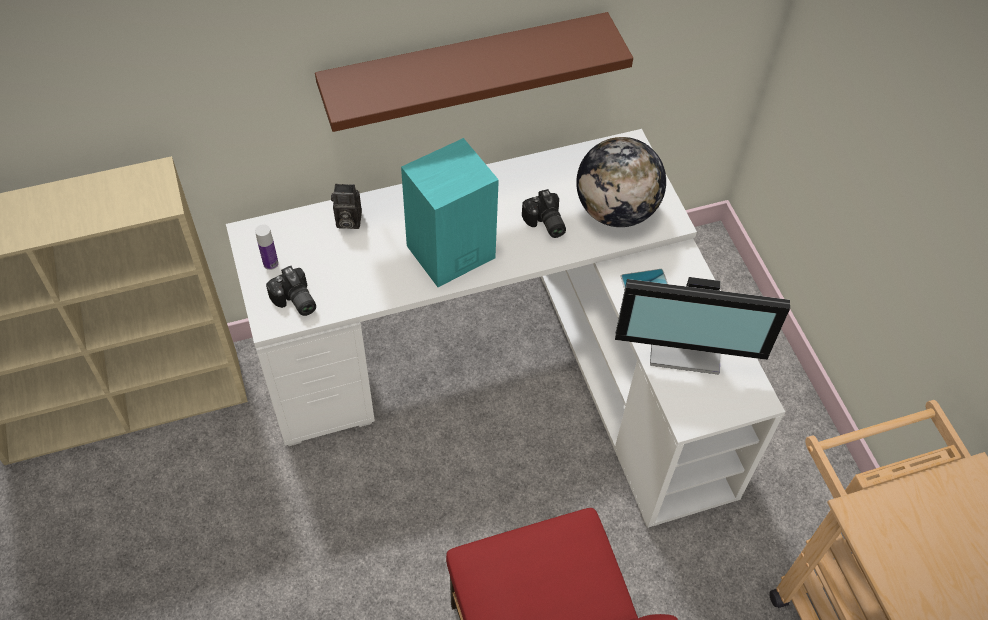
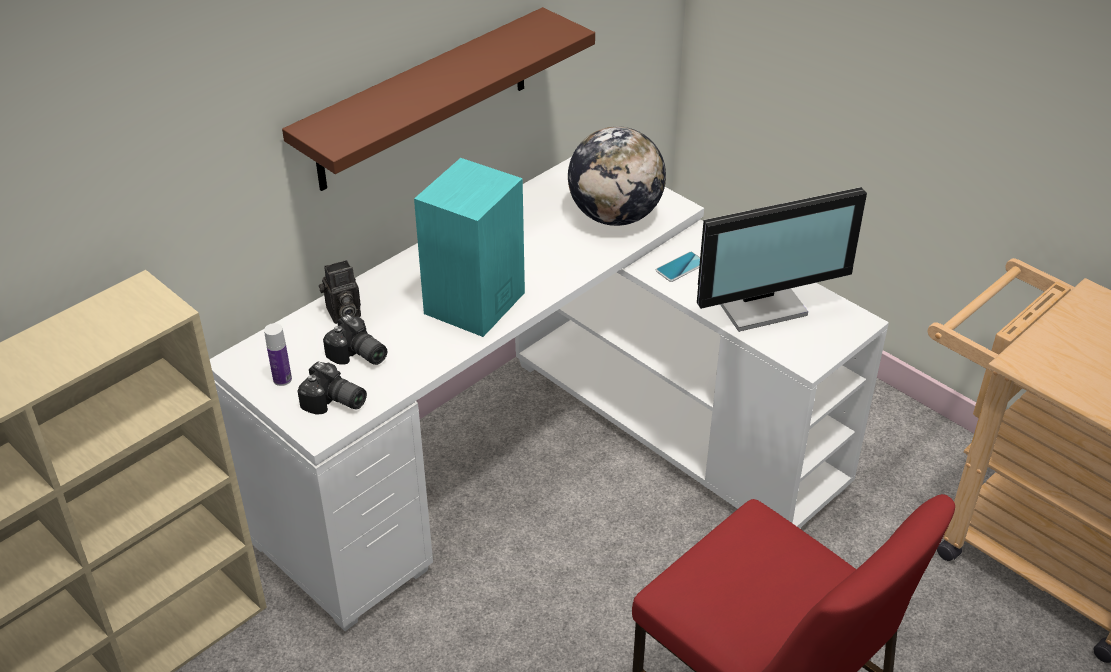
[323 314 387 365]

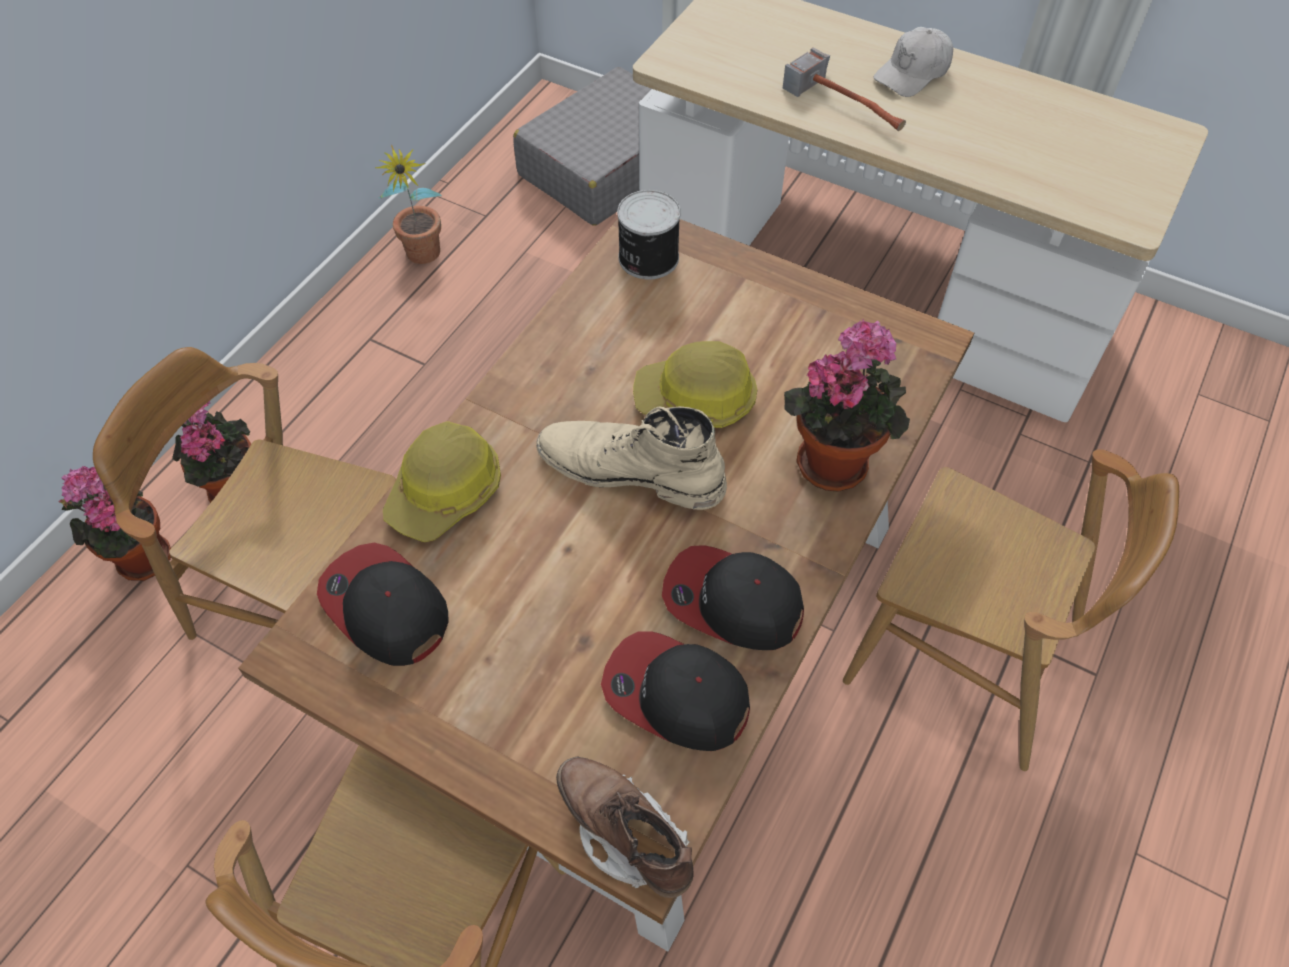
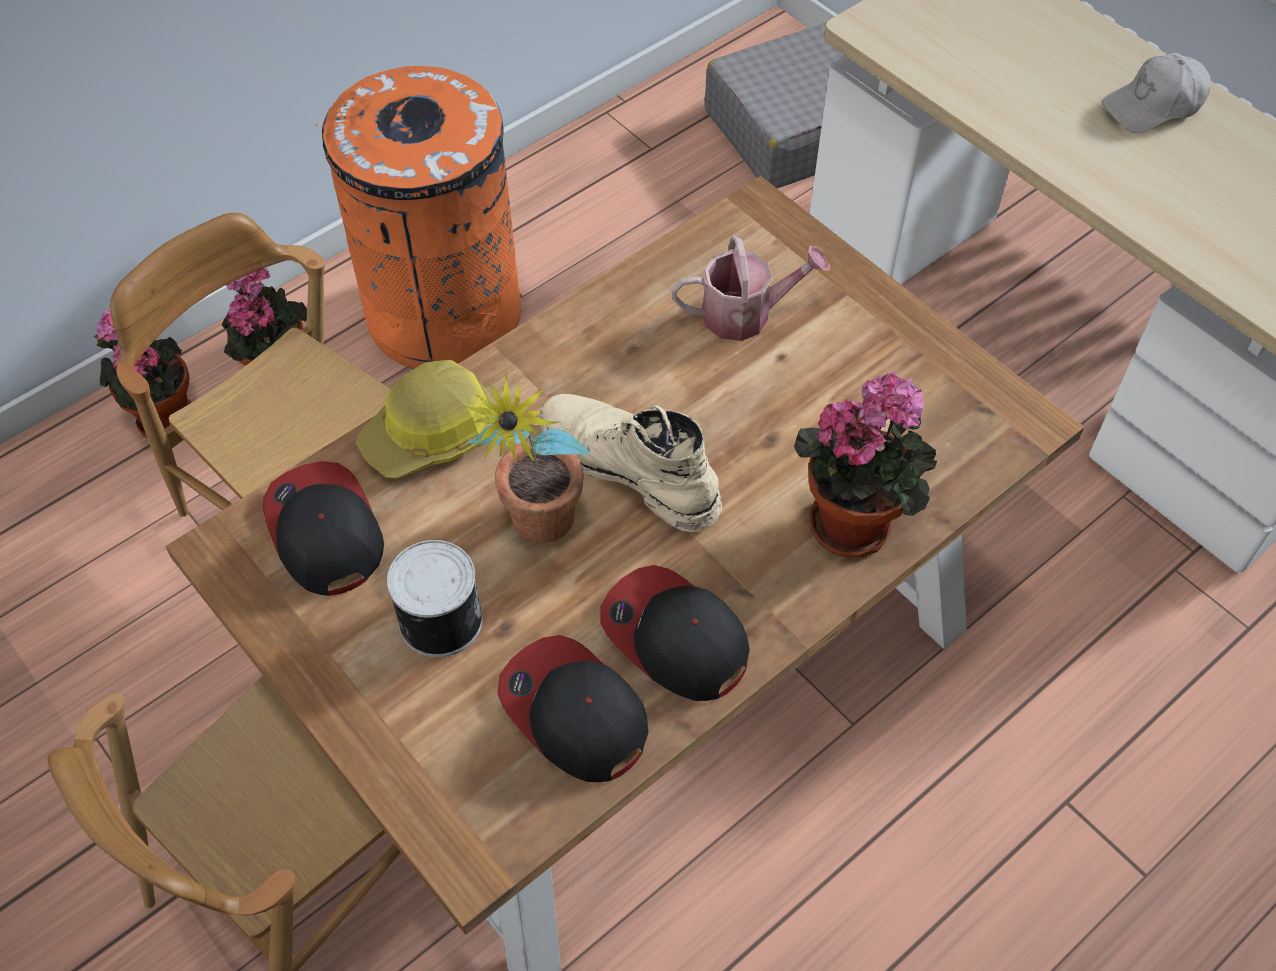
[464 371 590 543]
[556 756 693 898] (first image)
[387 540 483 657]
[633 341 757 428] (first image)
[783 47 906 131] (first image)
[843 449 1179 771] (first image)
[315 66 521 369]
[672 236 830 341]

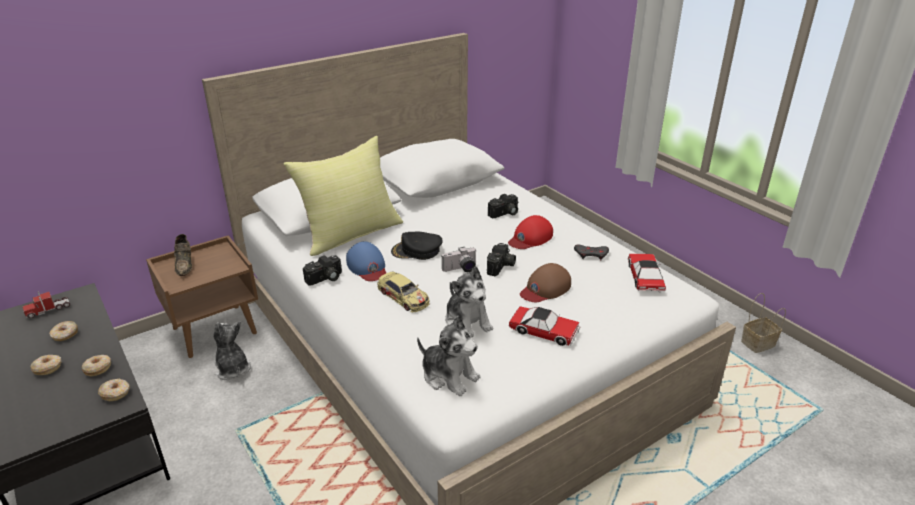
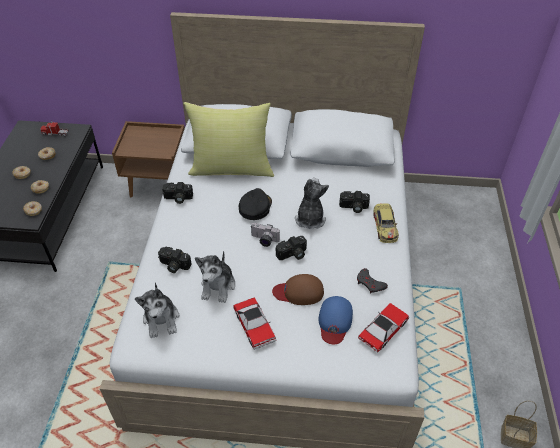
[174 234 192 276] (first image)
[295 178 329 229]
[319 296 353 344]
[373 203 399 243]
[239 188 272 220]
[508 215 553 249] (first image)
[158 247 192 273]

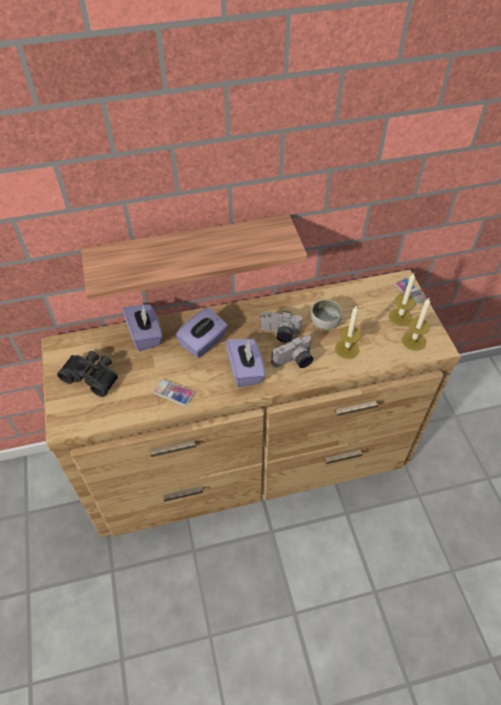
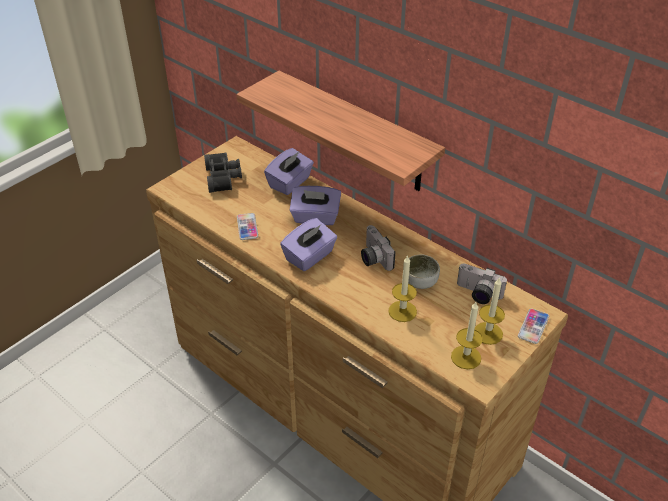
[457 263 507 304]

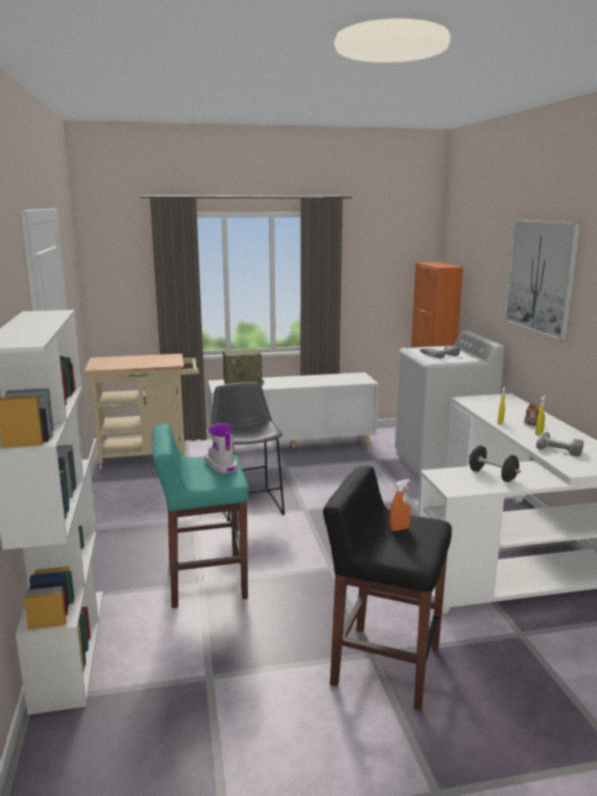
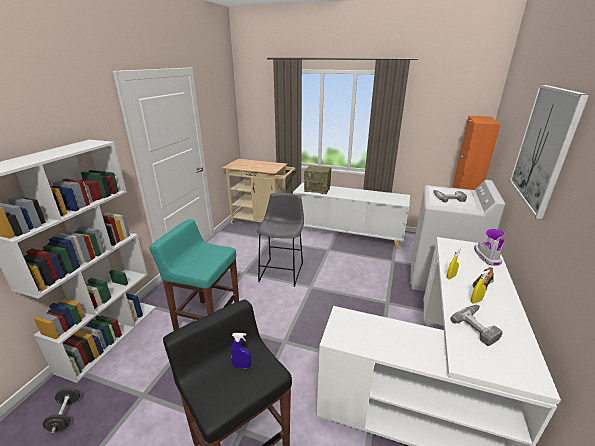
[474 229 504 266]
[231 333 251 368]
[43 388 80 433]

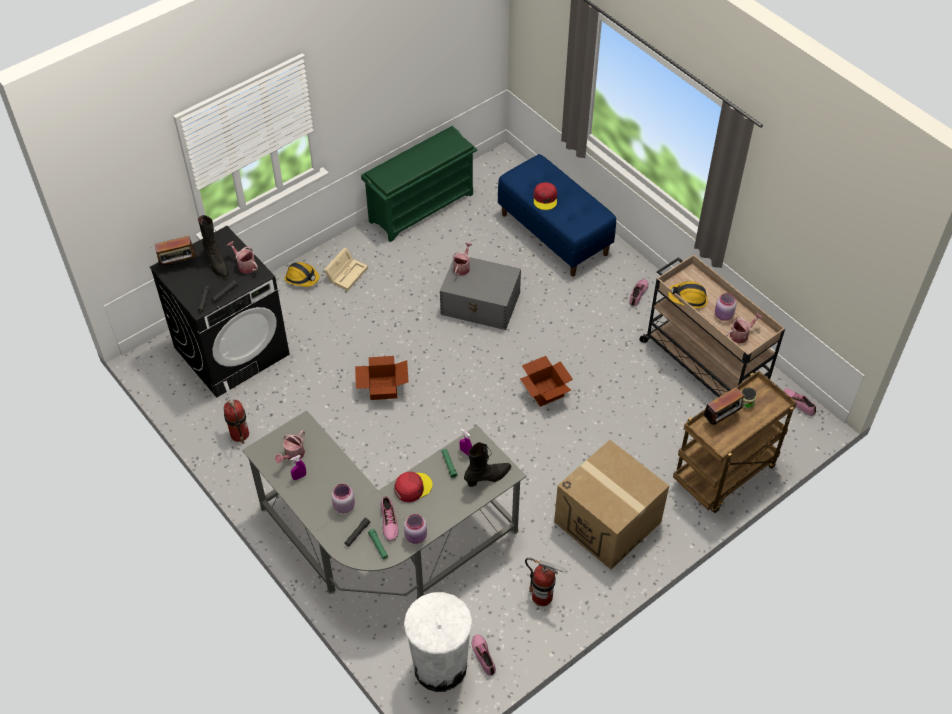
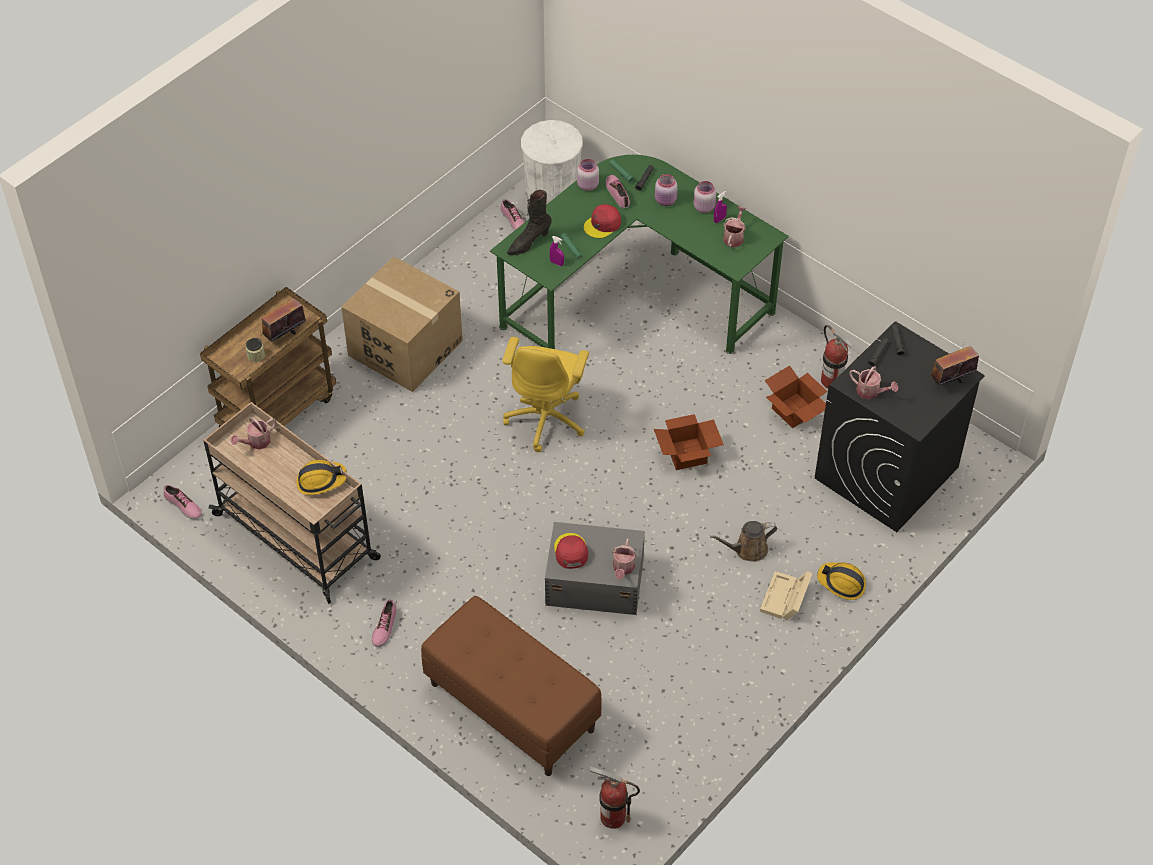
[198 215 229 278] (first image)
[490 155 789 354]
[361 126 477 242] (first image)
[421 596 602 776]
[765 365 828 428]
[589 766 640 829]
[554 533 588 569]
[693 181 716 213]
[503 337 589 452]
[710 521 777 562]

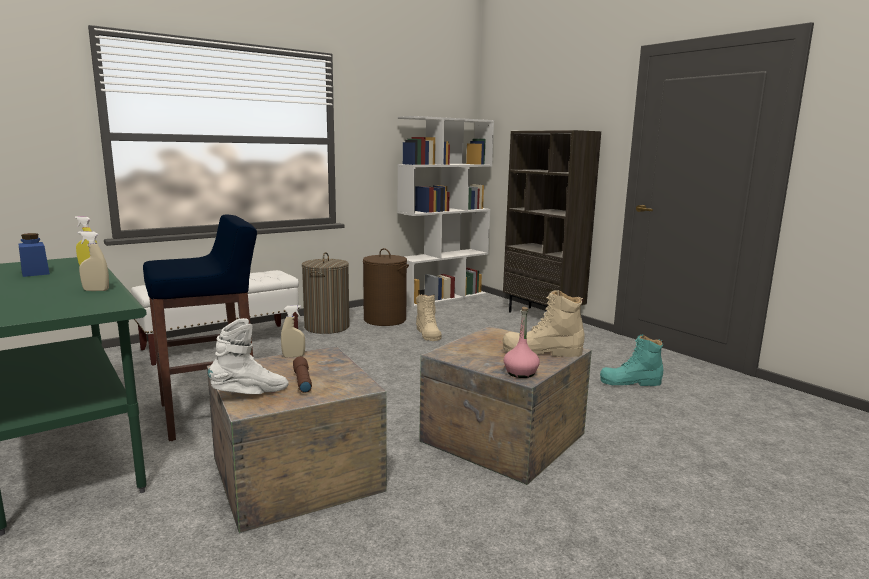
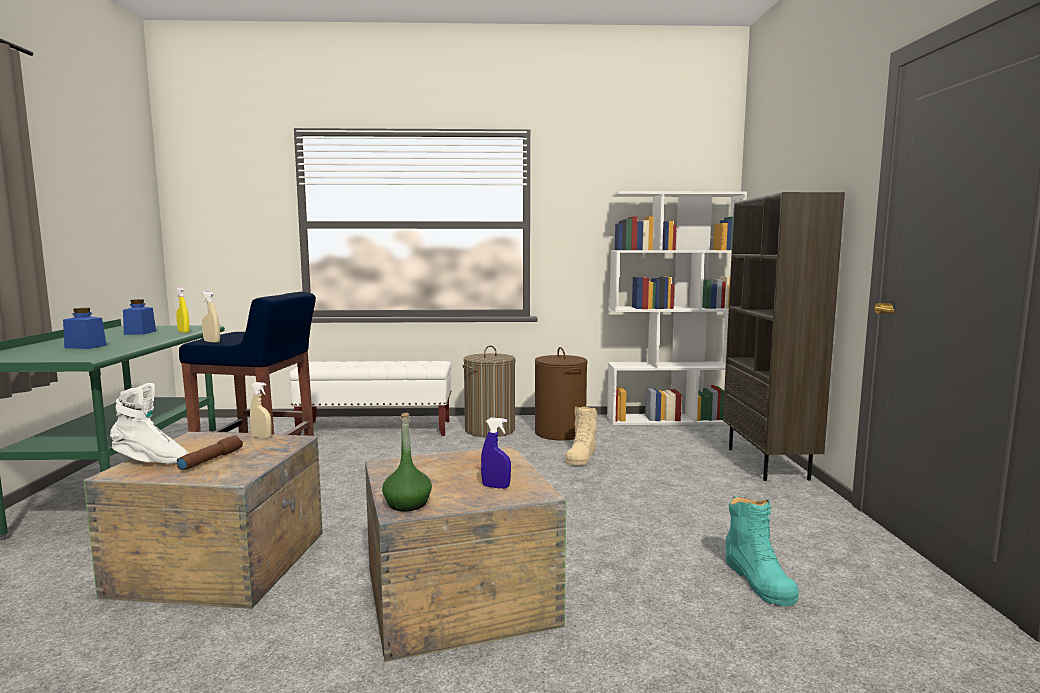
[202 291 220 343]
[481 418 511 489]
[382 413 432 511]
[726 496 799 606]
[63 308 107 349]

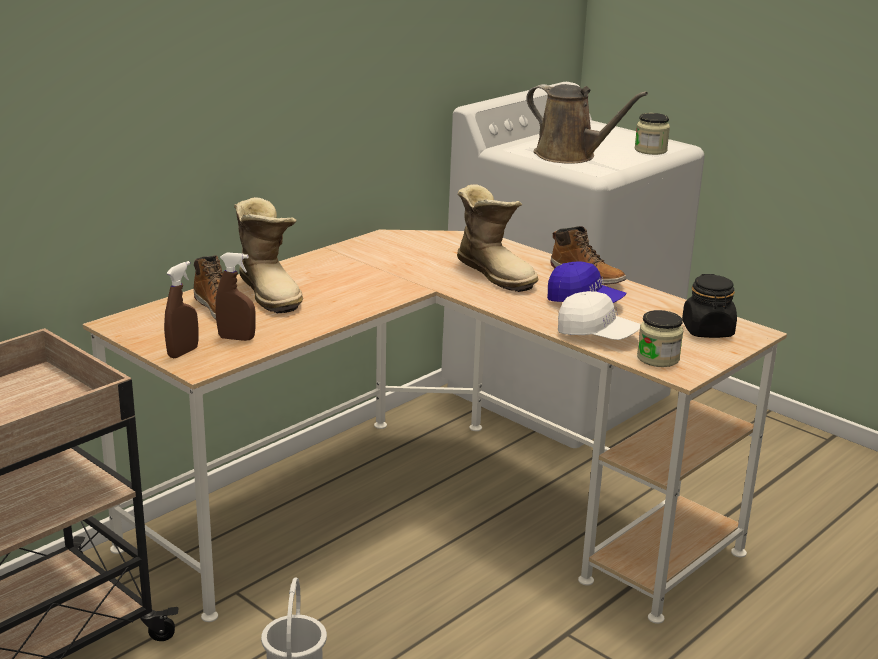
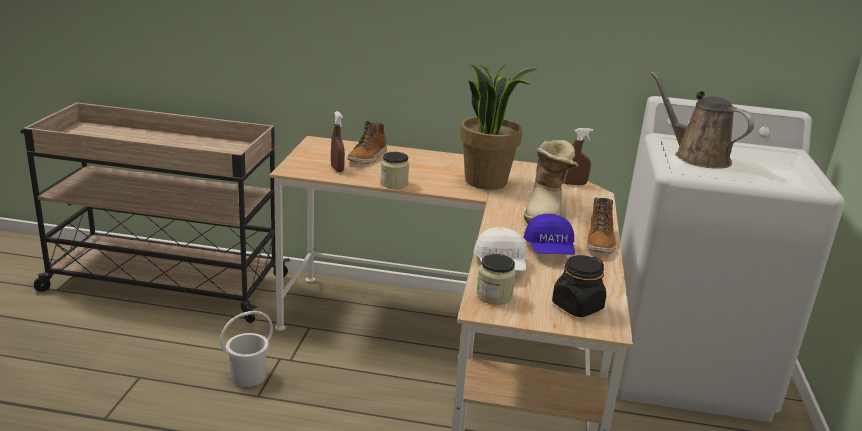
[565 128 593 185]
[234 197 303 313] (first image)
[650 71 754 169]
[380 152 409 189]
[460 63 538 190]

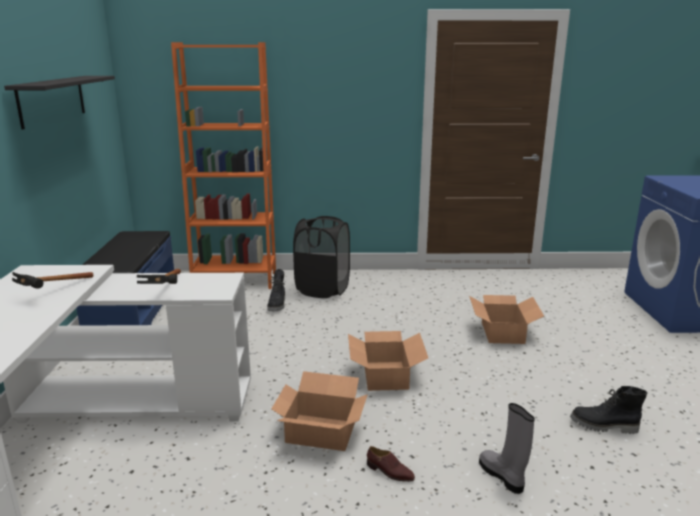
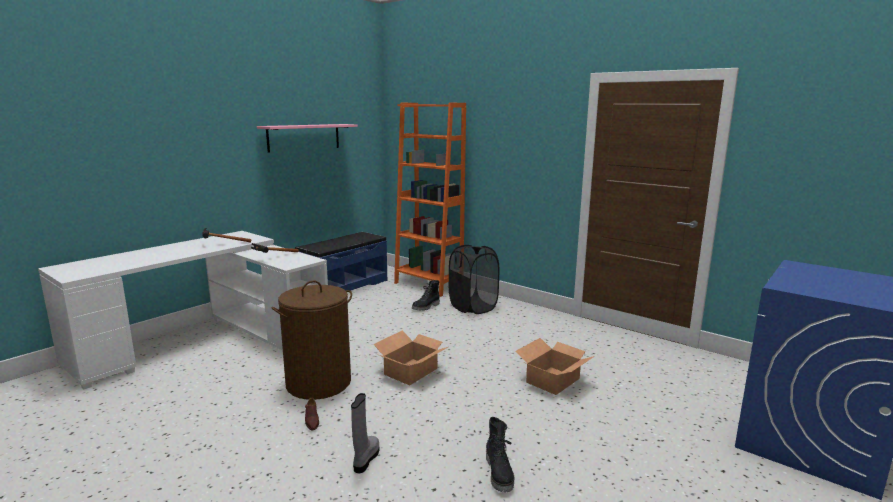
[257 124 358 153]
[272 280 352 400]
[486 417 514 492]

